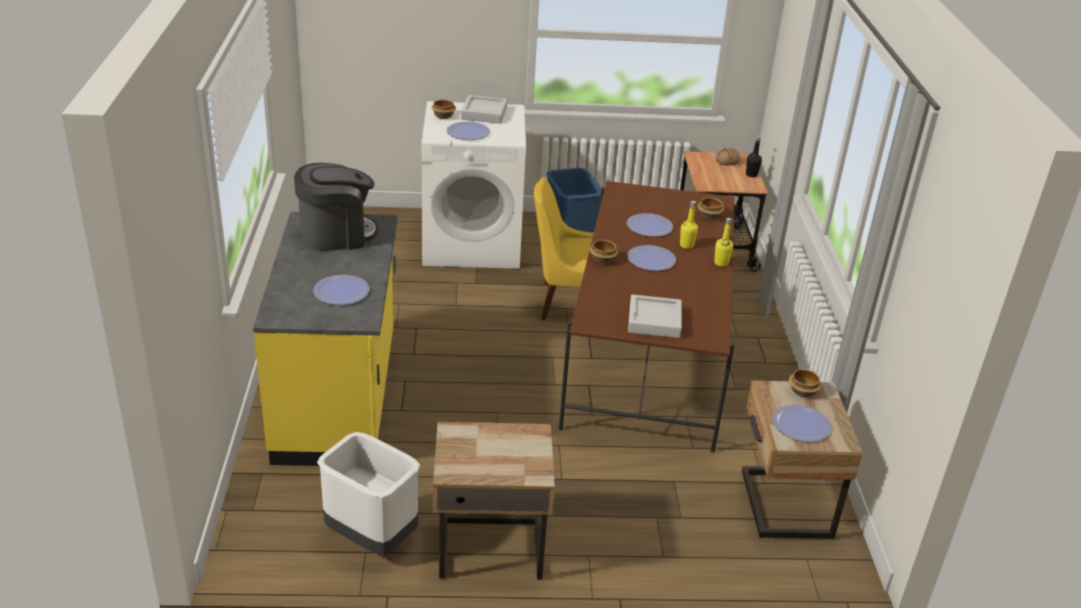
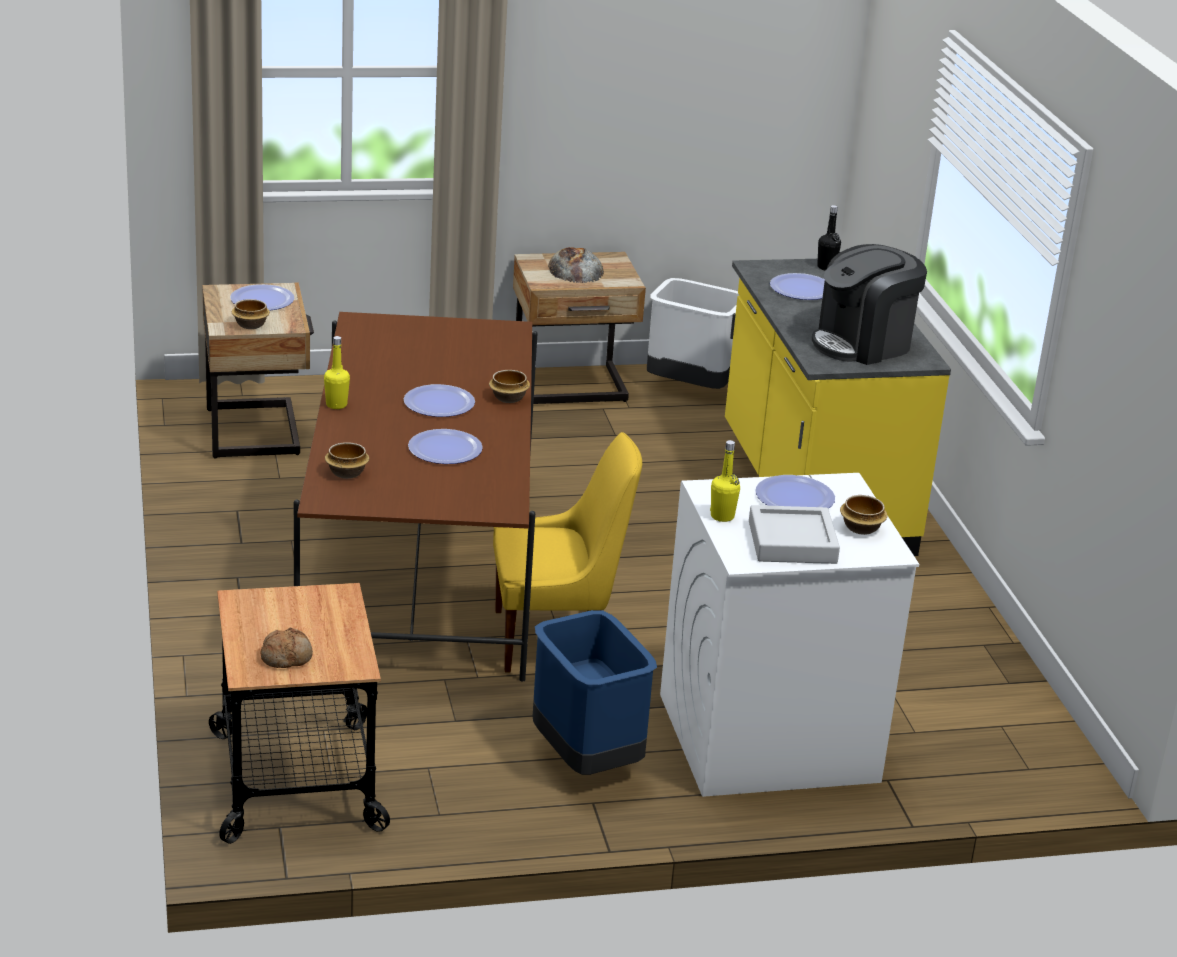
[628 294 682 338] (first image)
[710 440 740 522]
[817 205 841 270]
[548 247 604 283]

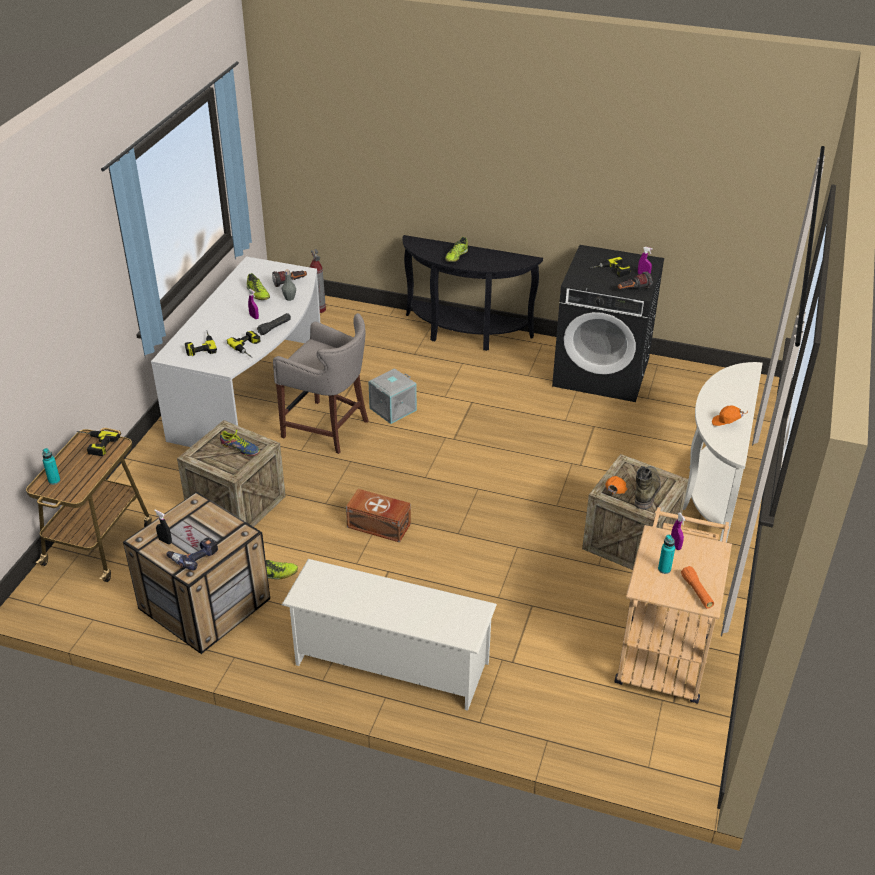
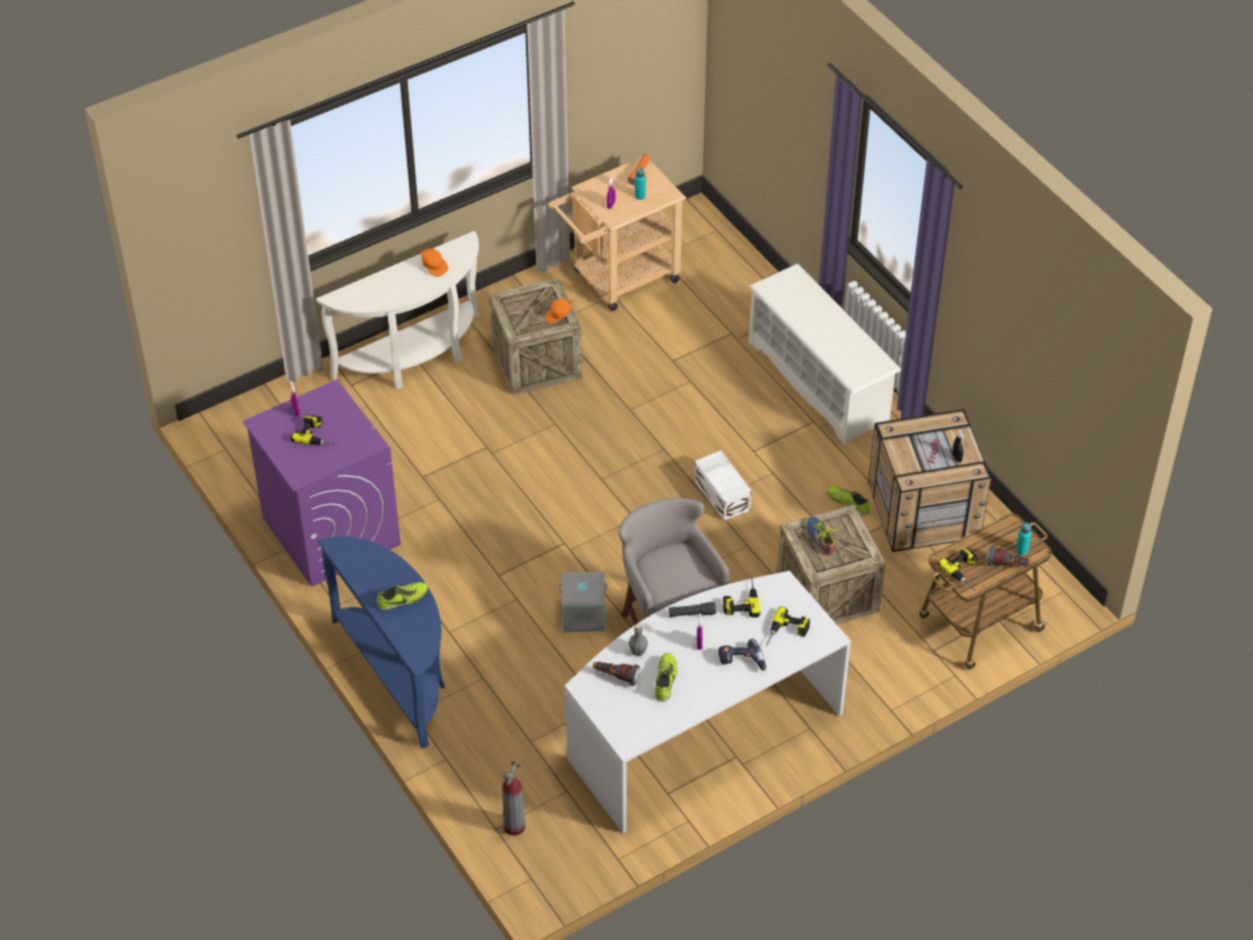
[719 639 766 671]
[694 450 752 521]
[318 536 445 749]
[243 379 401 587]
[986 545 1033 567]
[635 466 661 510] (first image)

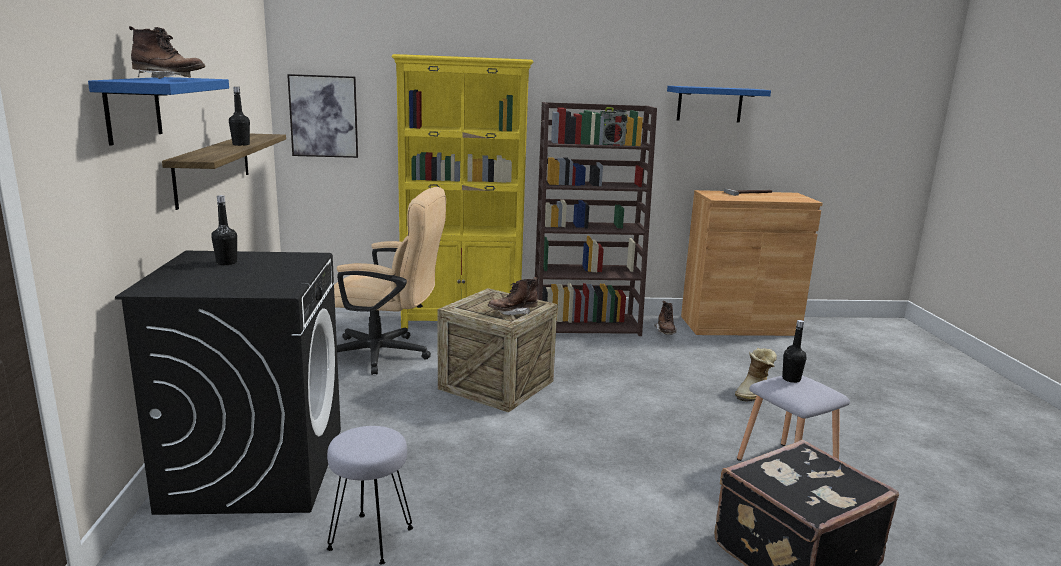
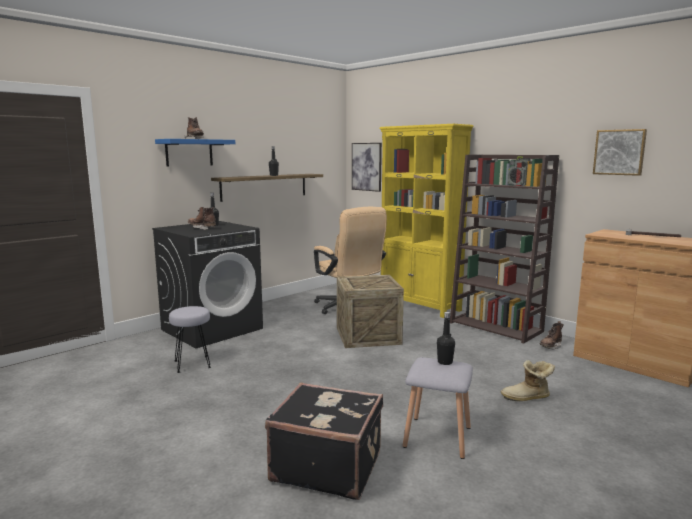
[188 207 216 230]
[593 129 647 176]

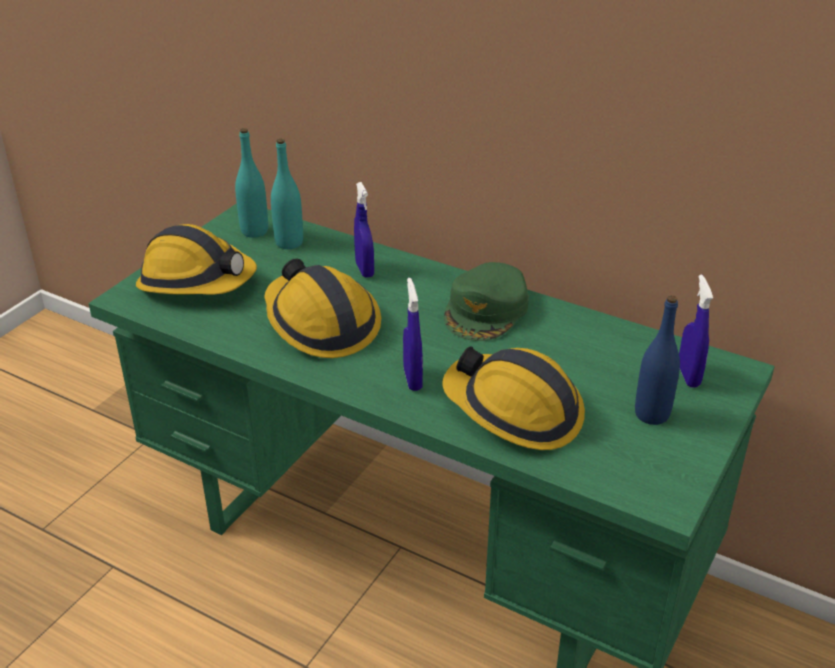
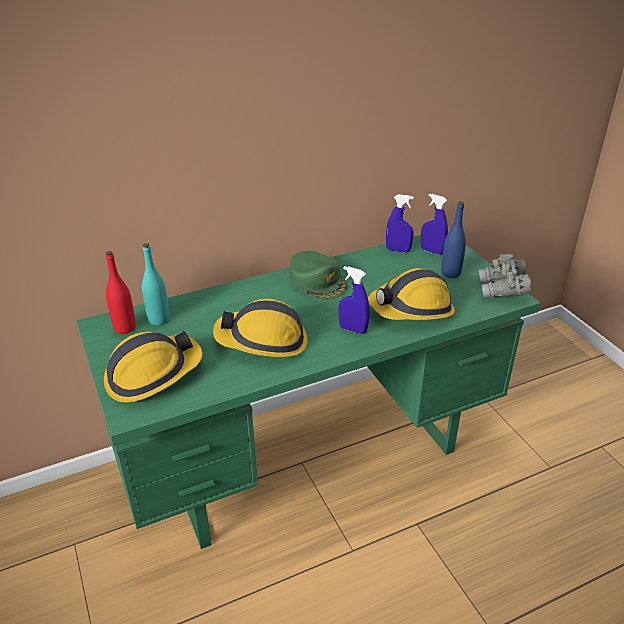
[106 251 136 334]
[386 194 414 253]
[478 254 532 298]

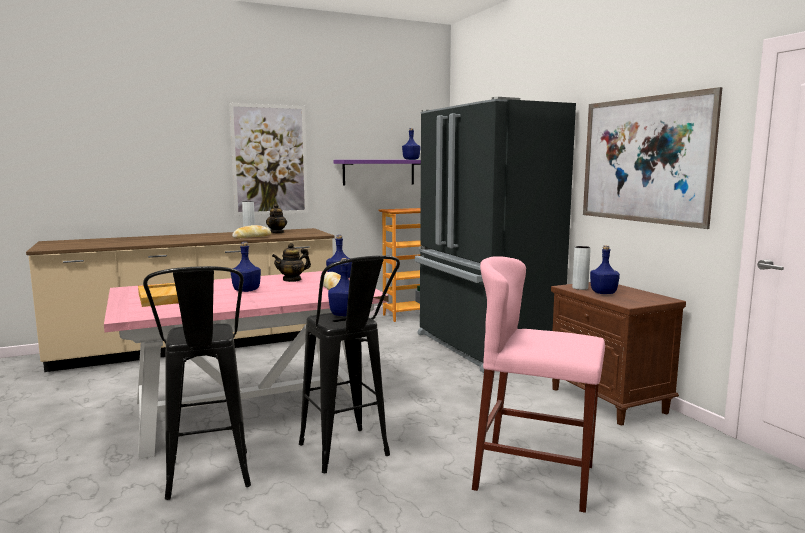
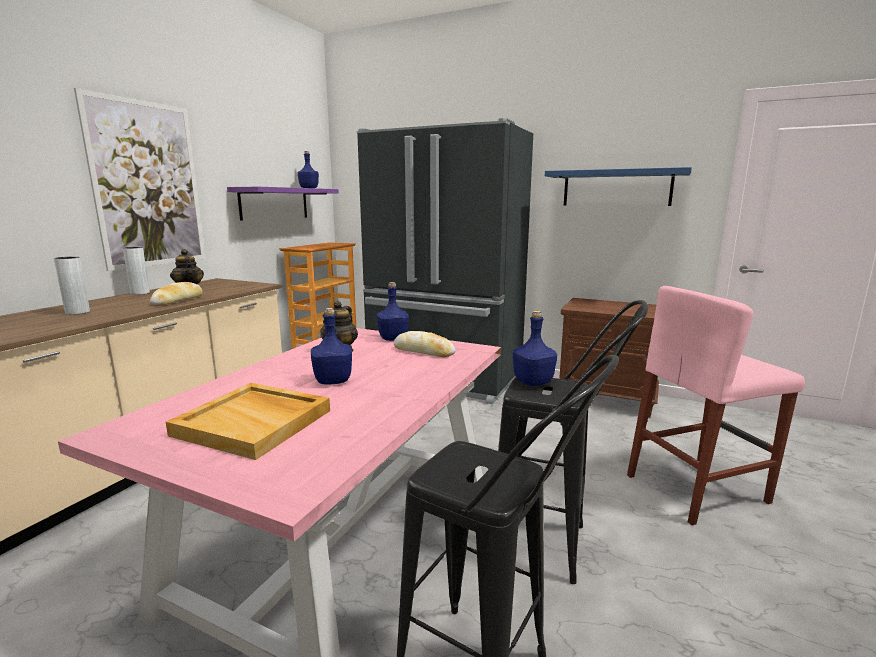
[54 256 90 315]
[545 167 692 206]
[590 245 620 294] (first image)

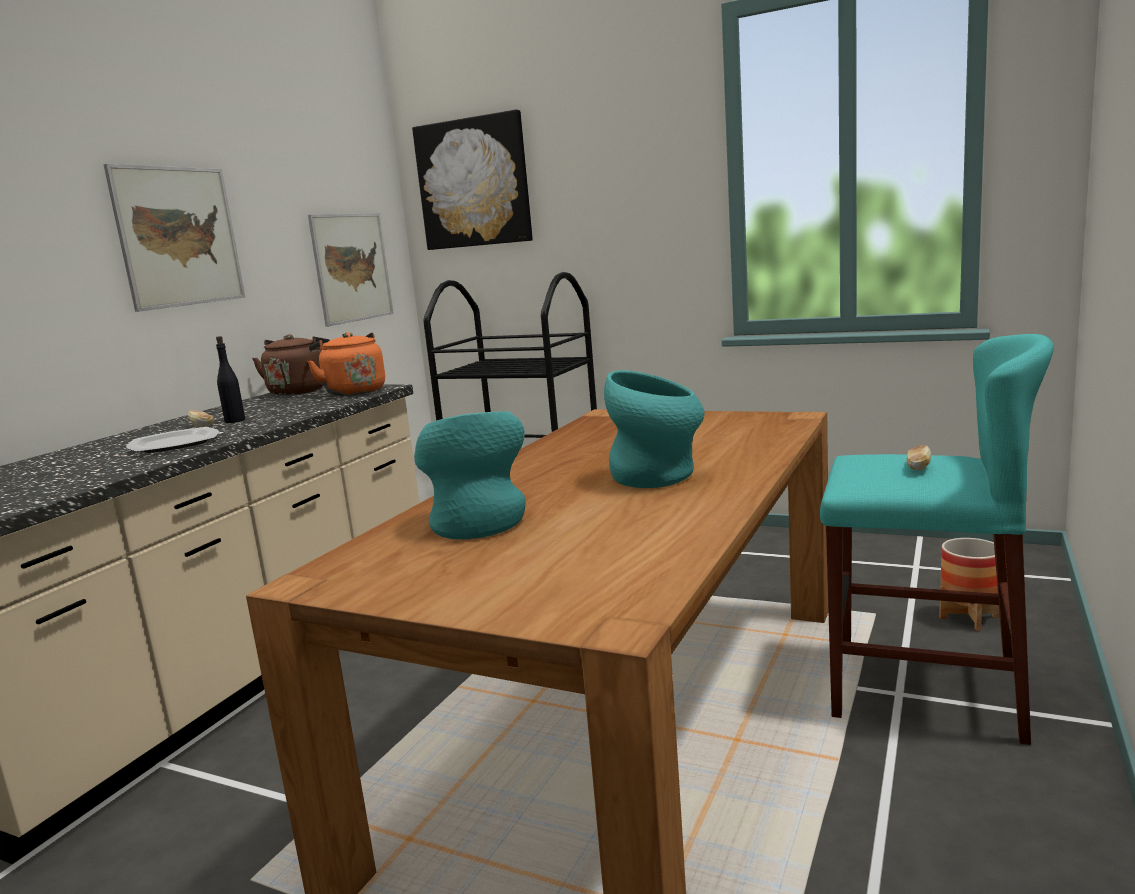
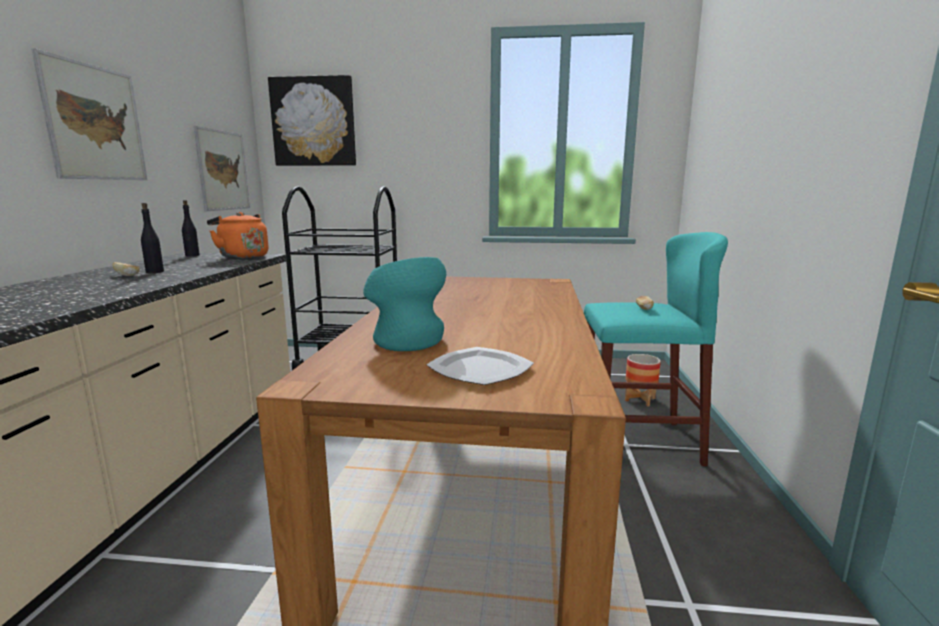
[427 347 534 385]
[182 200 200 257]
[604 370 705 488] (first image)

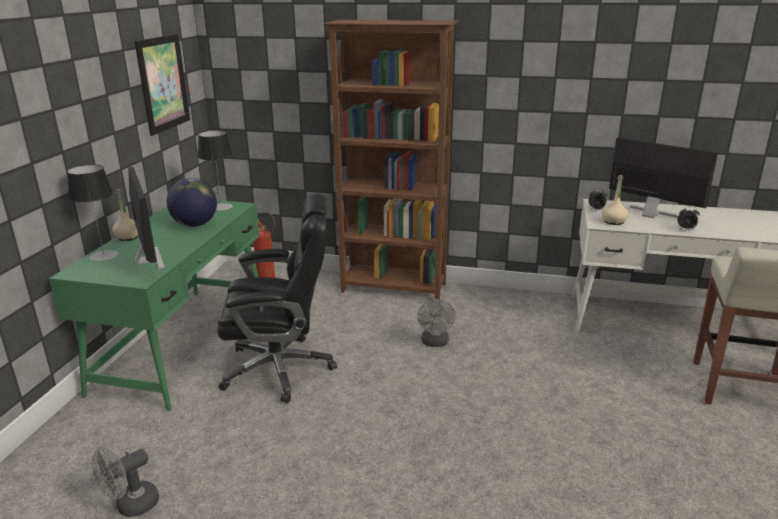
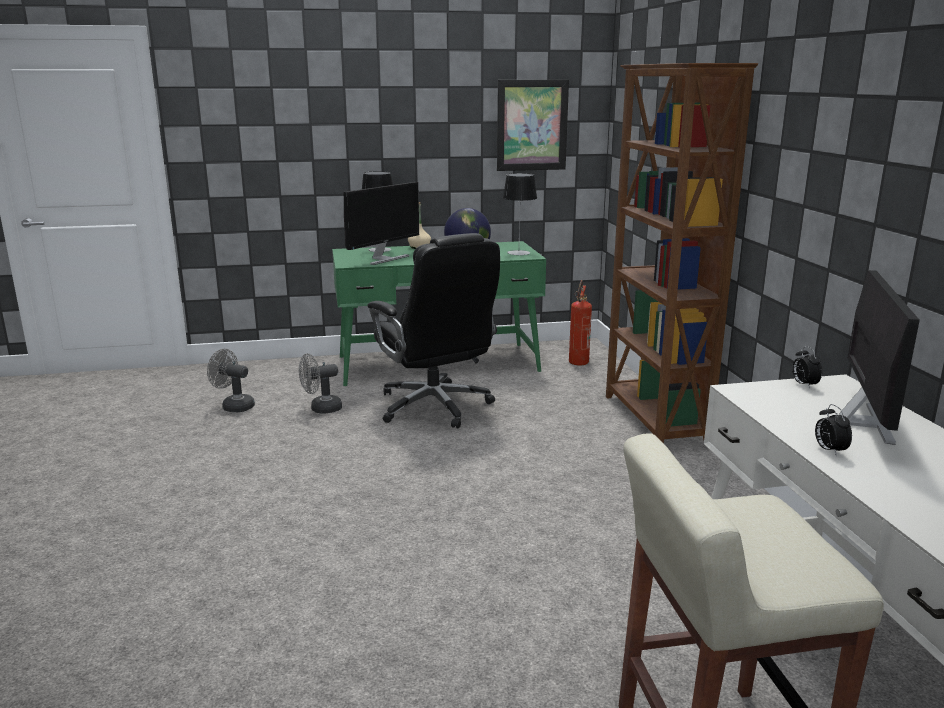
[299 354 342 414]
[602 175 628 225] (first image)

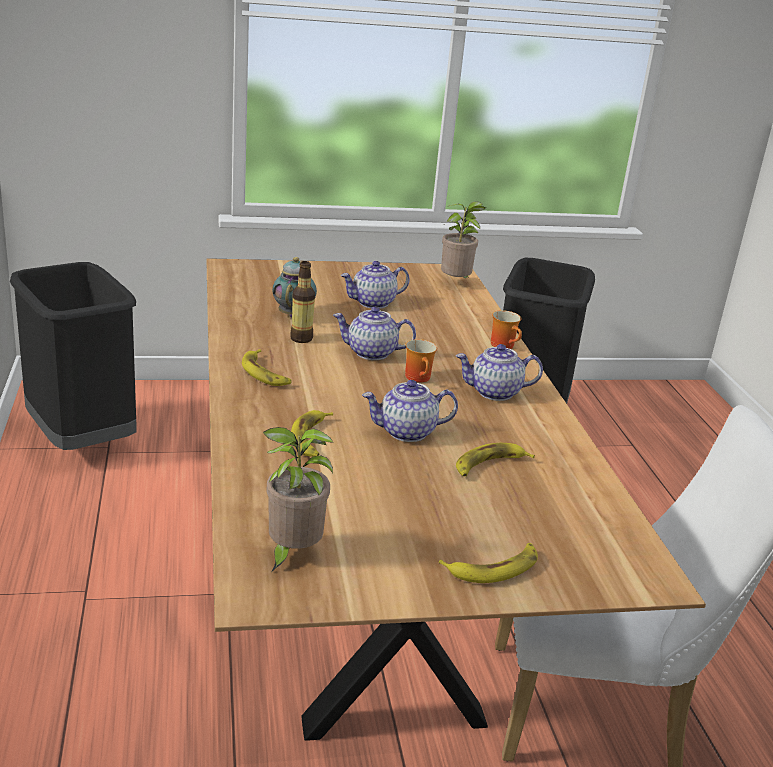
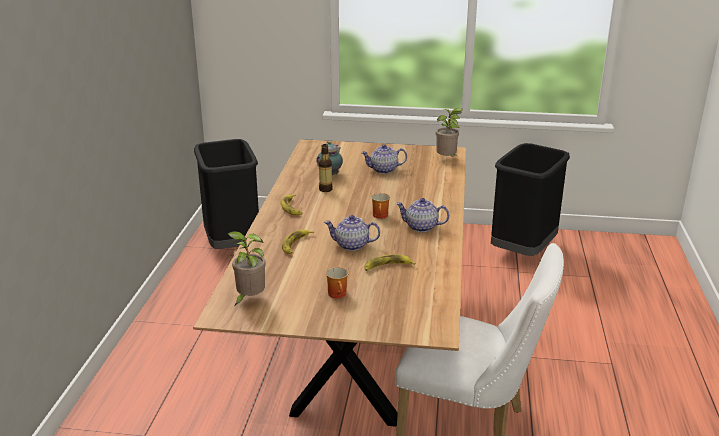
[333 307 416 360] (first image)
[439 543 538 583] (first image)
[326 267 349 298]

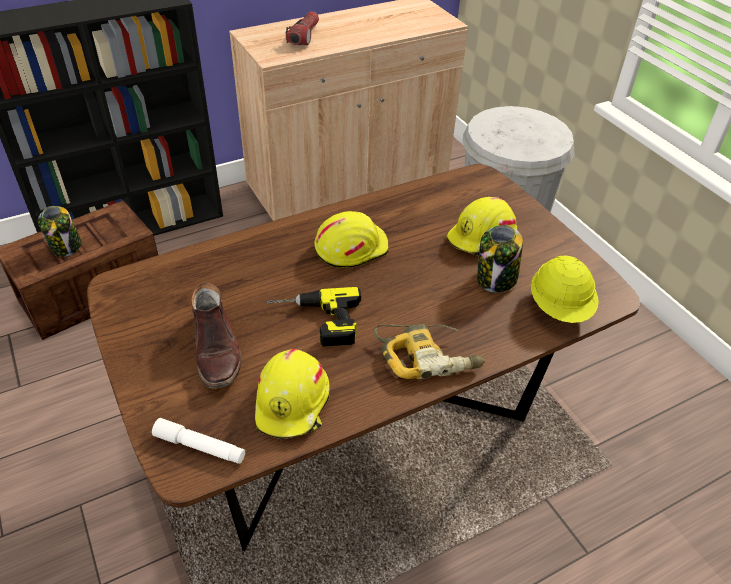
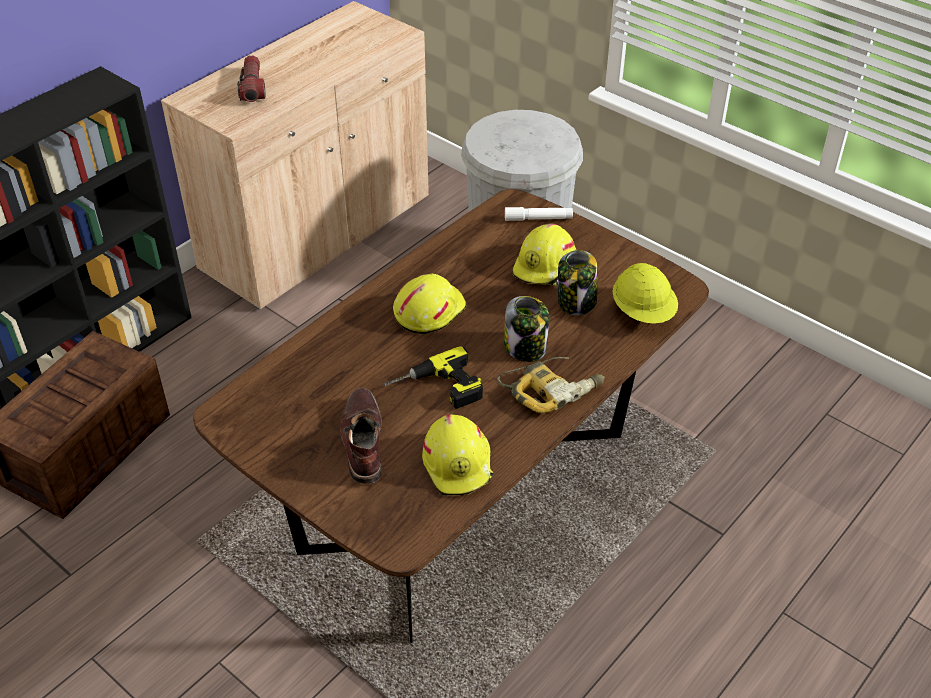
[504 296 549 362]
[505 207 573 221]
[340 388 382 484]

